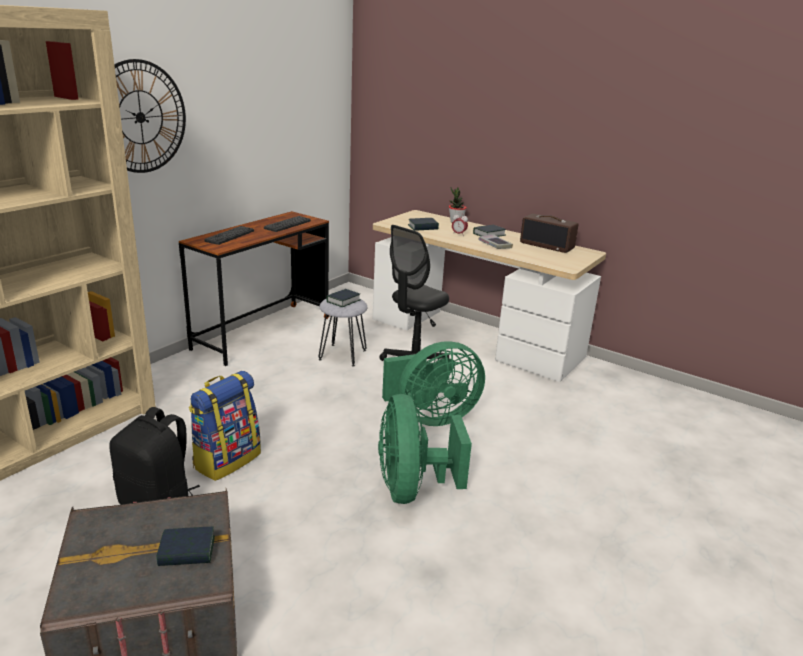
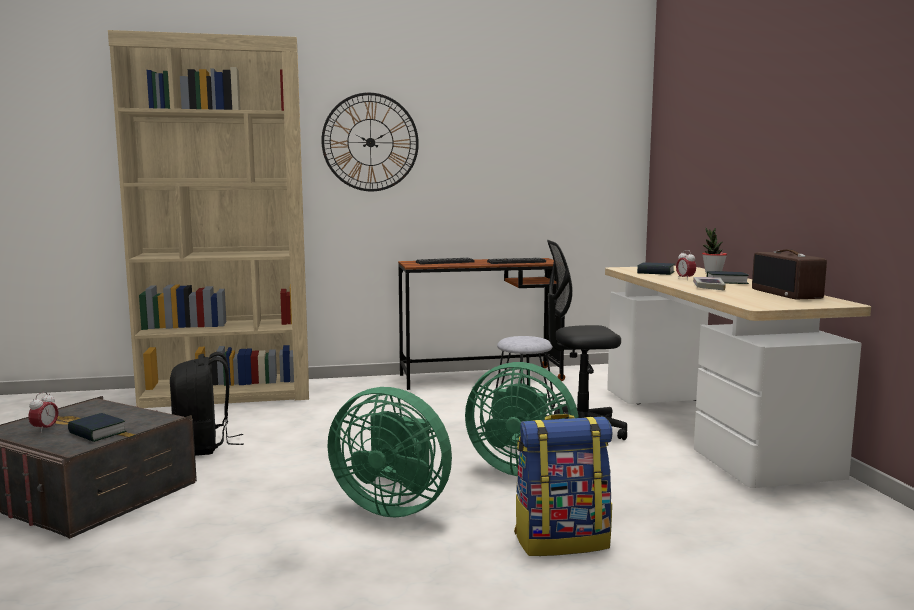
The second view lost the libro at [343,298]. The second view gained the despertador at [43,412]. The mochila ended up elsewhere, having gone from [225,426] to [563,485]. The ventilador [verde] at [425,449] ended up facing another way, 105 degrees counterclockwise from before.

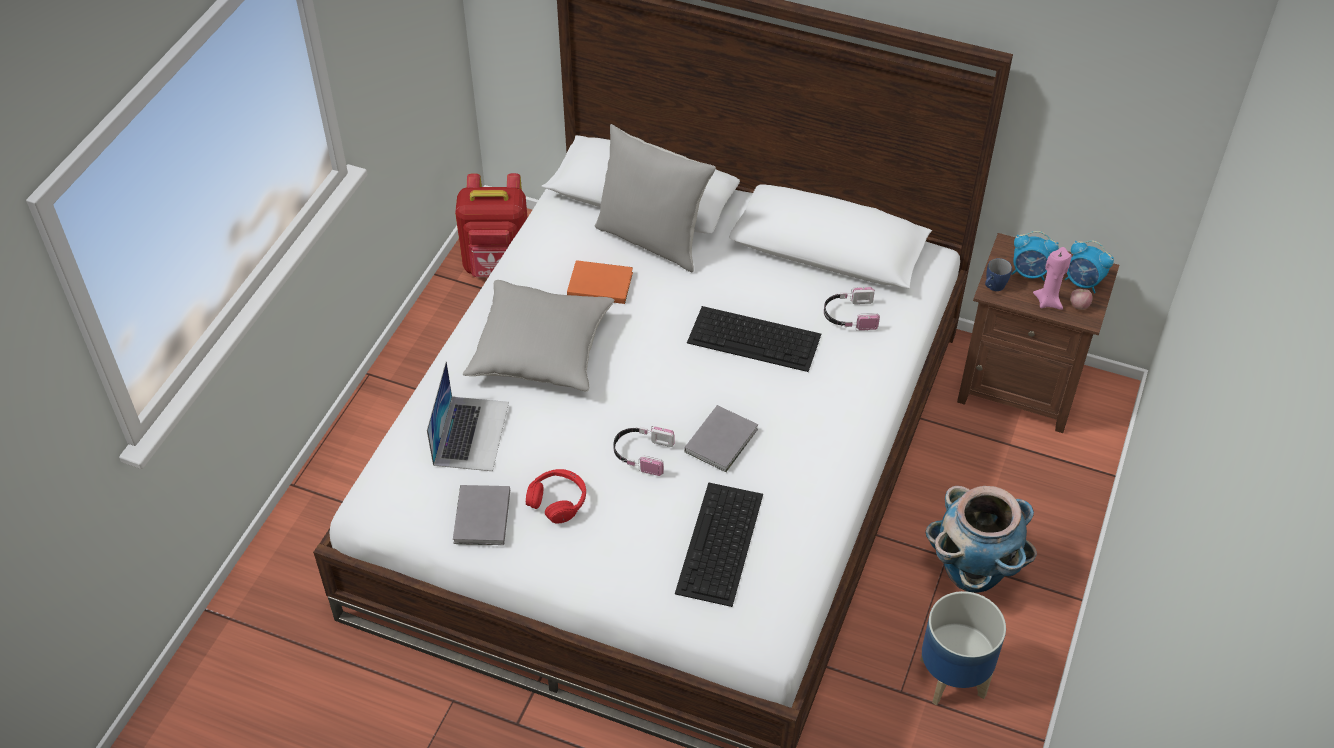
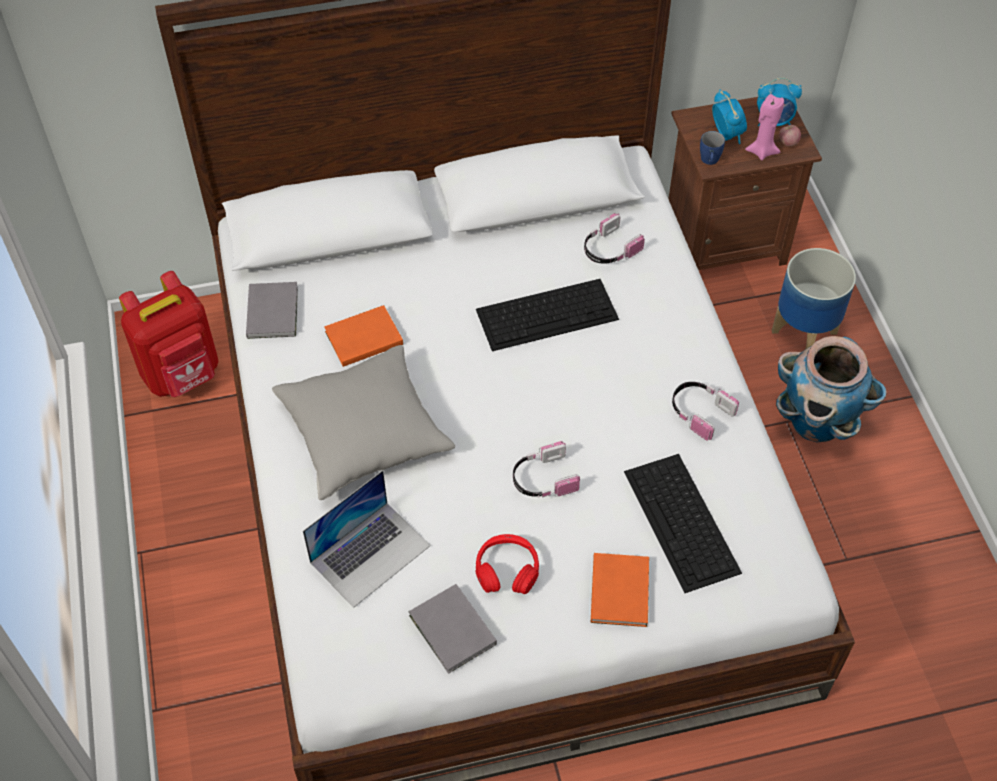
The second view lost the cojín [gris] at [655,198]. The second view gained the libro [naranja] at [620,590]. The second view gained the auriculares at [705,411]. The libro [gris] ended up elsewhere, having gone from [721,438] to [272,310]. The maceta ended up elsewhere, having gone from [963,648] to [814,298]. The portátil at [468,416] ended up facing another way, 75 degrees clockwise from before. The despertador at [1035,256] ended up facing another way, 90 degrees counterclockwise from before.

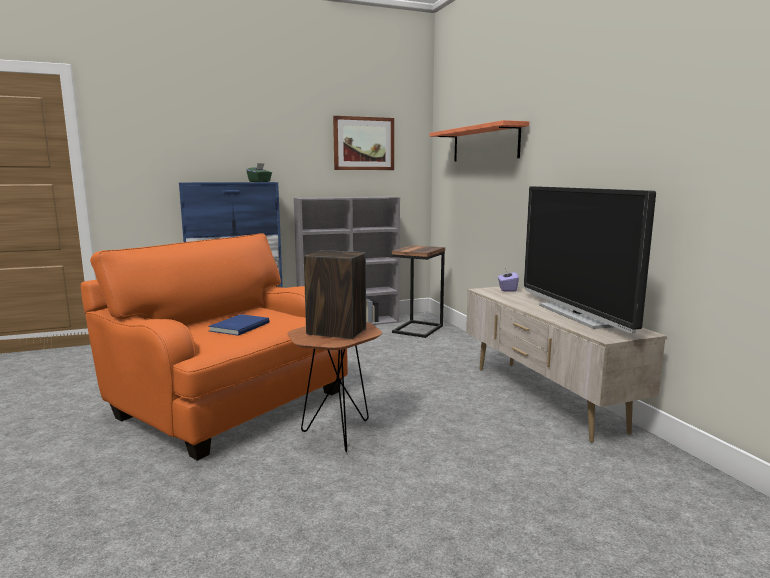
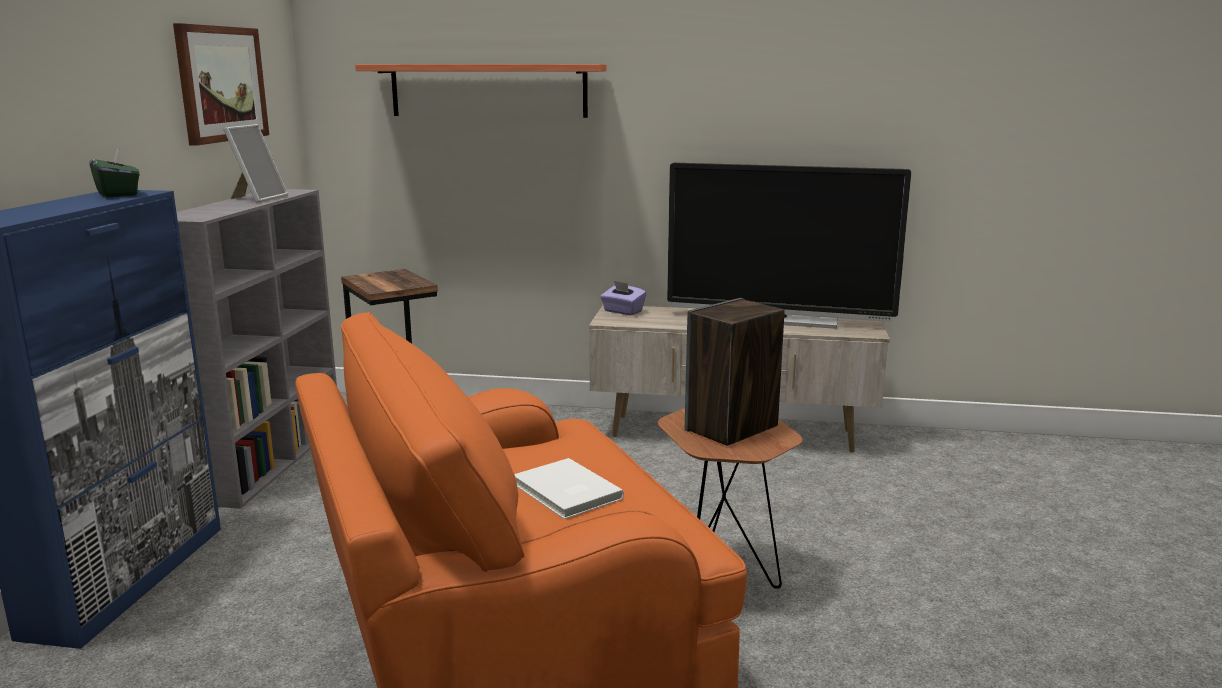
The second view gained the portarretratos at [255,163]. What was the libro [azul] at [239,325] turned into the libro [blanco] at [569,488].

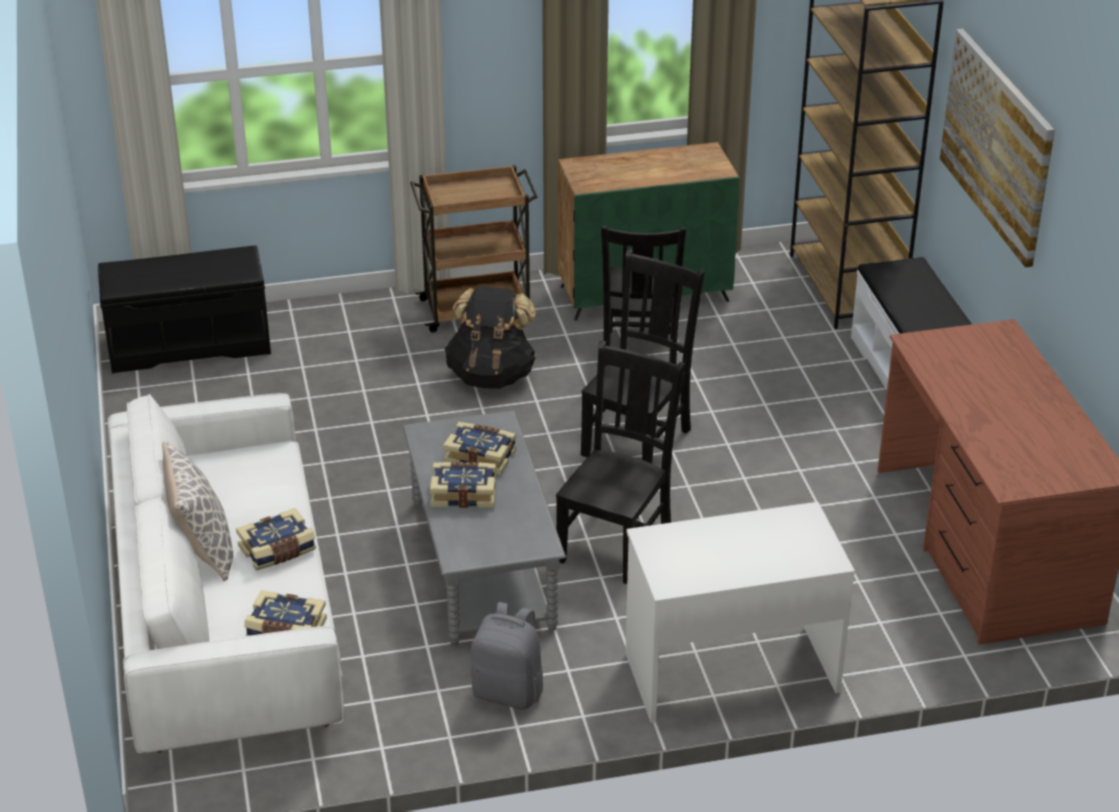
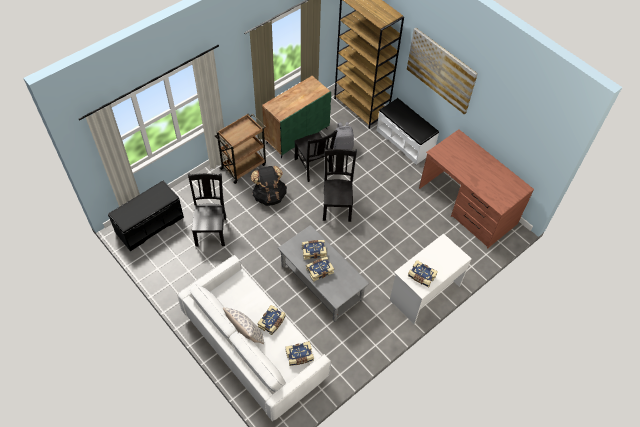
The second view gained the libro at [423,274]. The mochila [gris] ended up elsewhere, having gone from [506,656] to [343,136]. The silla [negro] ended up elsewhere, having gone from [620,462] to [207,210].

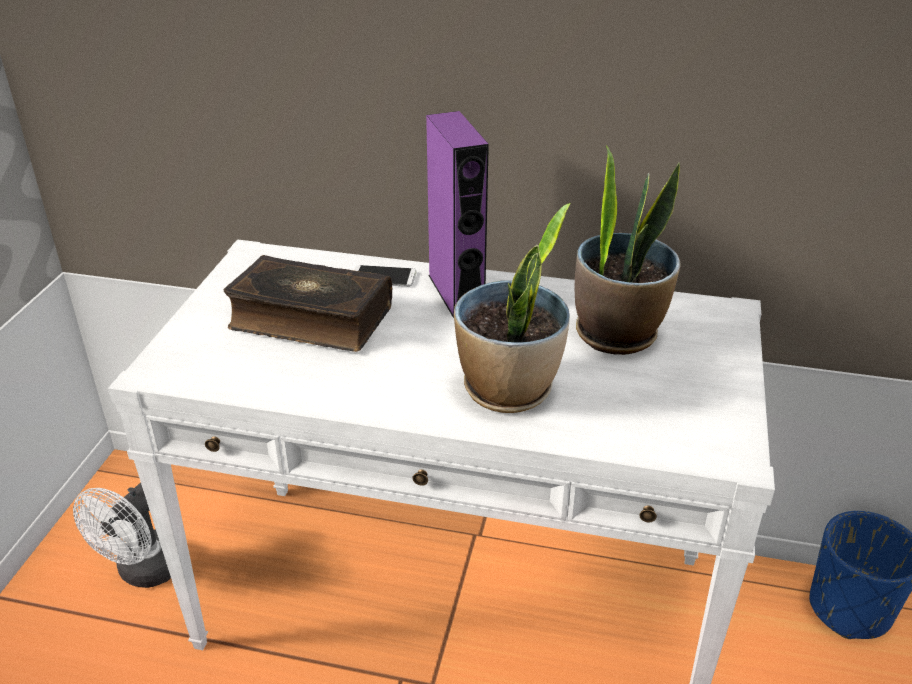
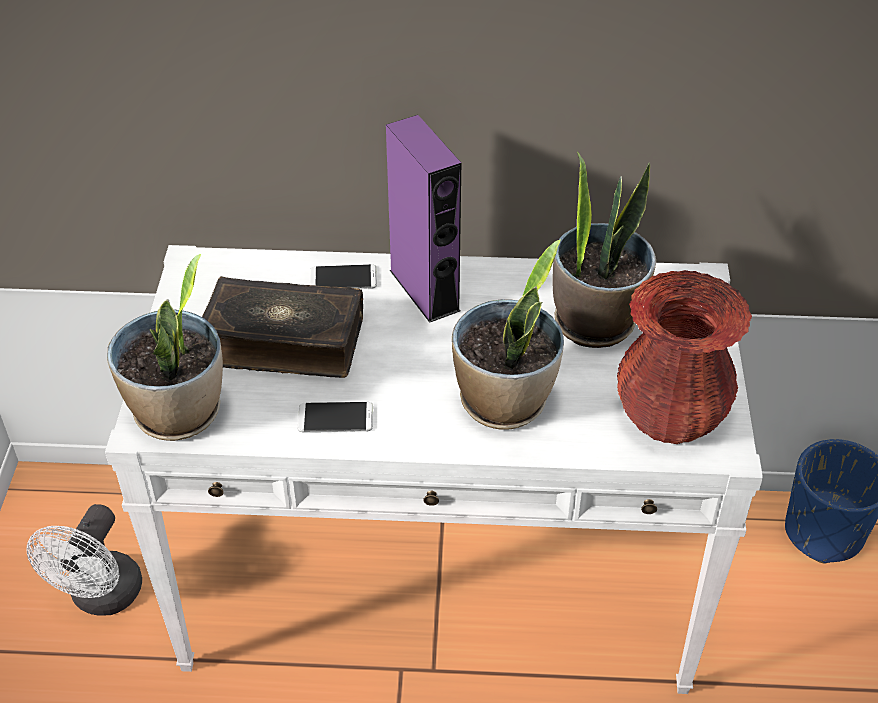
The second view gained the planta en maceta at [165,347]. The second view gained the móvil at [335,417]. The second view gained the florero [rojo] at [684,357].

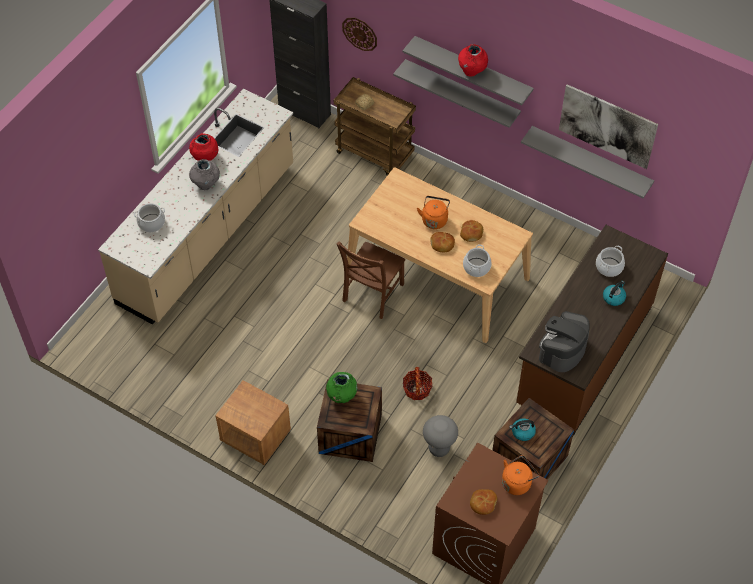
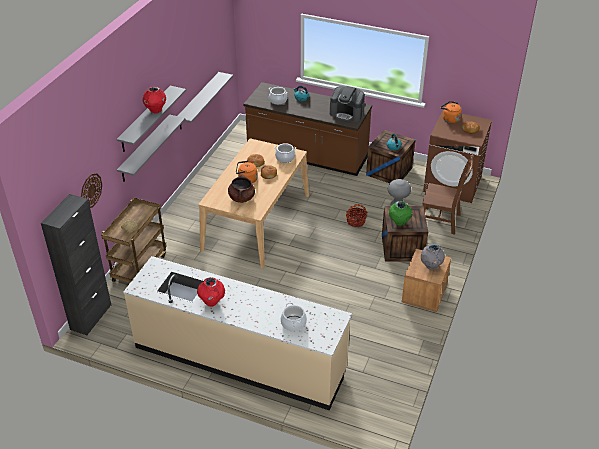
The second view lost the cuadro at [608,126]. The second view gained the olla [marrón] at [241,189]. The florero [gris] ended up elsewhere, having gone from [204,174] to [433,257]. The silla [marrón] ended up elsewhere, having gone from [371,280] to [448,195].

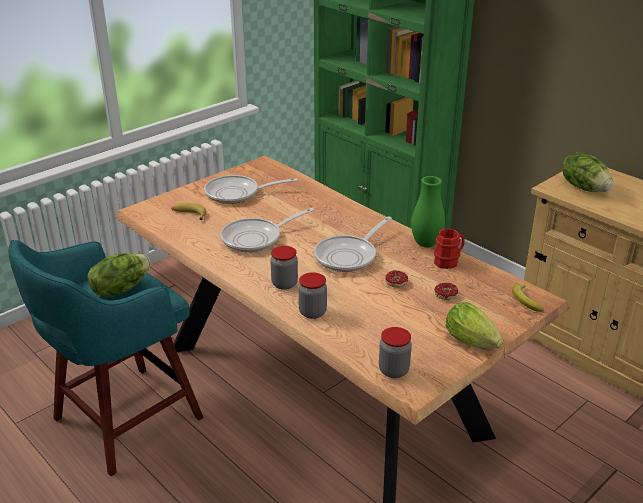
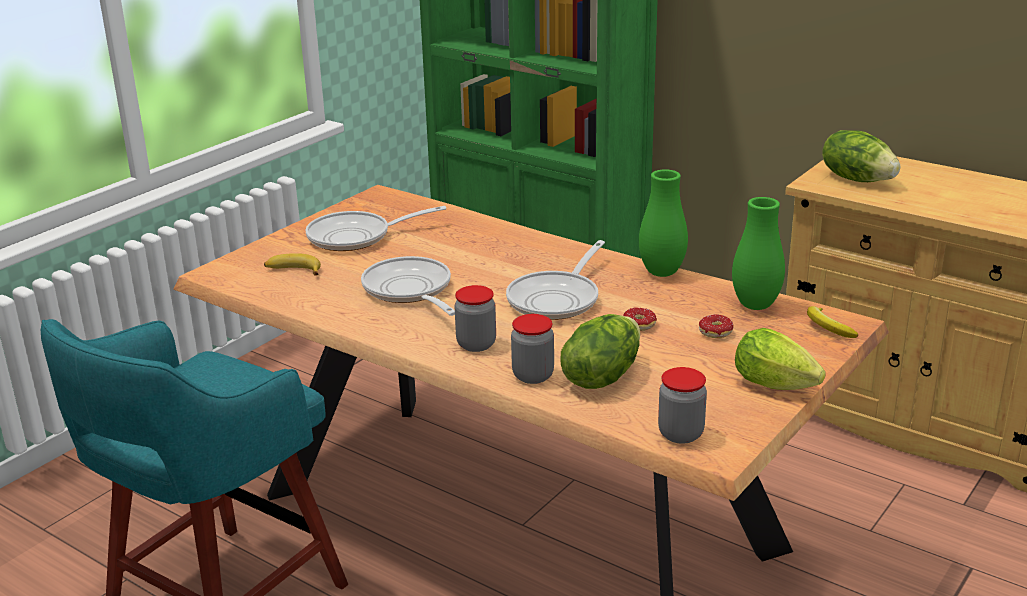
The second view lost the taza grande [rojo] at [449,249]. The second view gained the florero [verde] at [758,253]. The lechuga ended up elsewhere, having gone from [119,275] to [600,351]. The sartén at [267,230] ended up facing another way, 105 degrees clockwise from before.

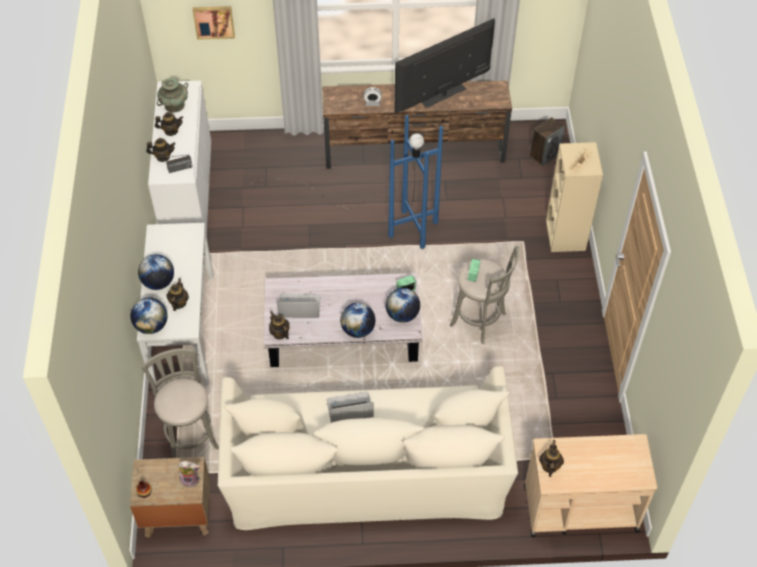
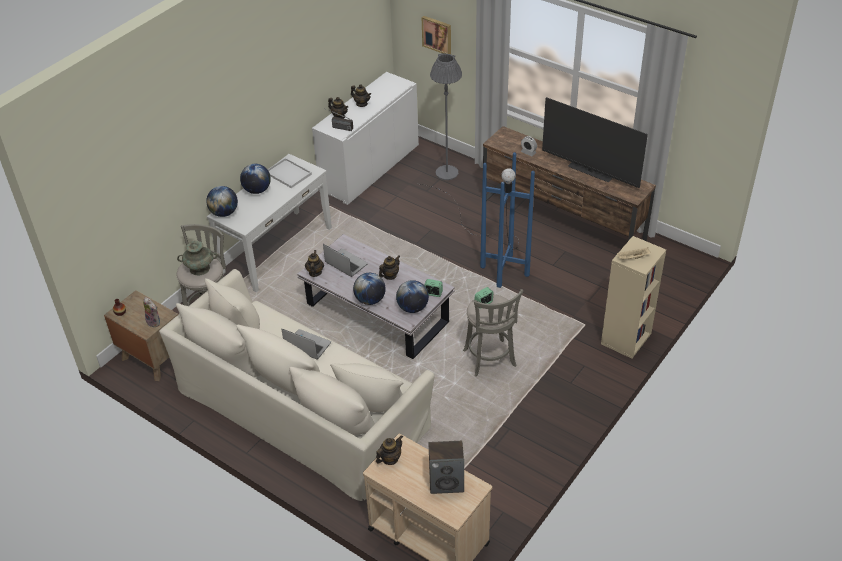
The second view gained the bandeja [blanco] at [289,173]. The second view gained the lámpara de pie [gris] at [446,116]. The florero [turquesa] ended up elsewhere, having gone from [172,95] to [197,258]. The tetera ended up elsewhere, having gone from [178,294] to [389,267]. The altavoz ended up elsewhere, having gone from [547,141] to [446,467]. The televisor at [444,66] ended up facing another way, 150 degrees counterclockwise from before.

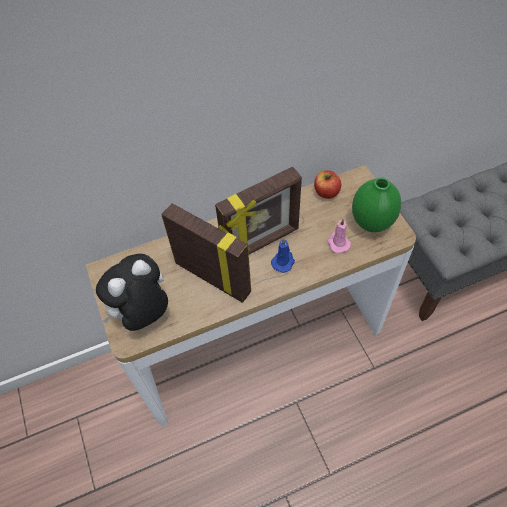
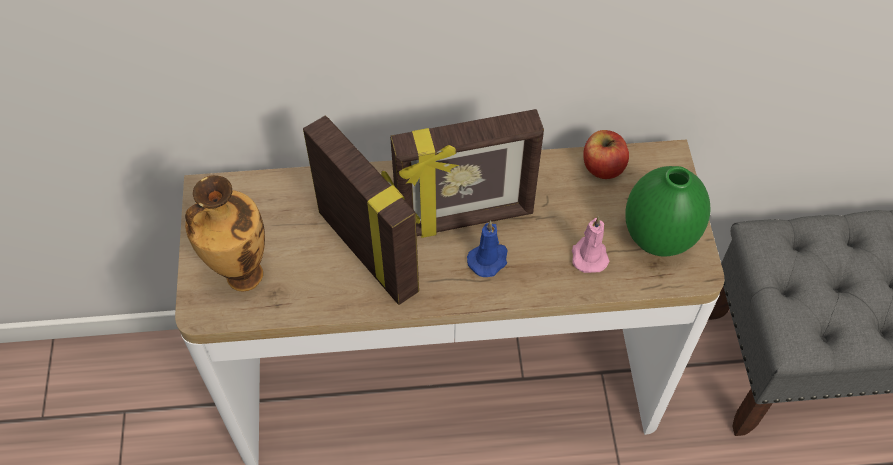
Where the peluche stood at [132,292], the florero came to stand at [225,233].

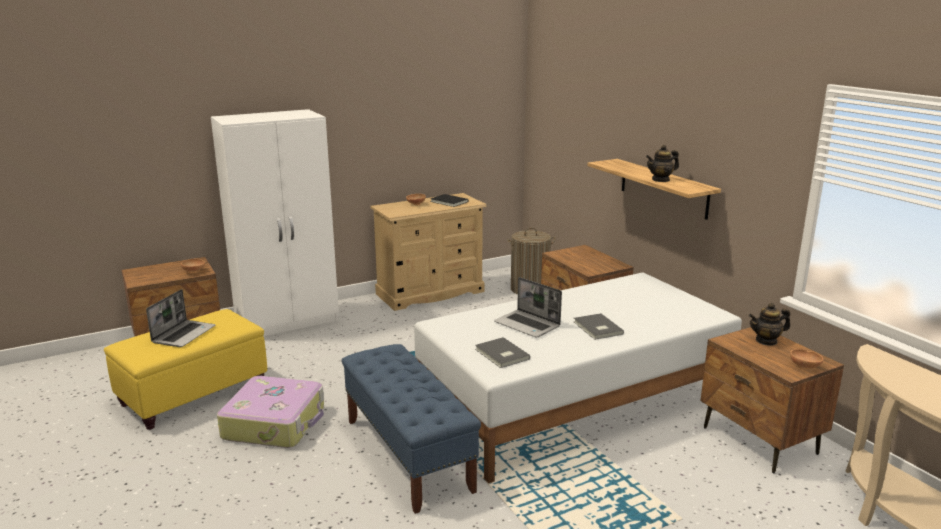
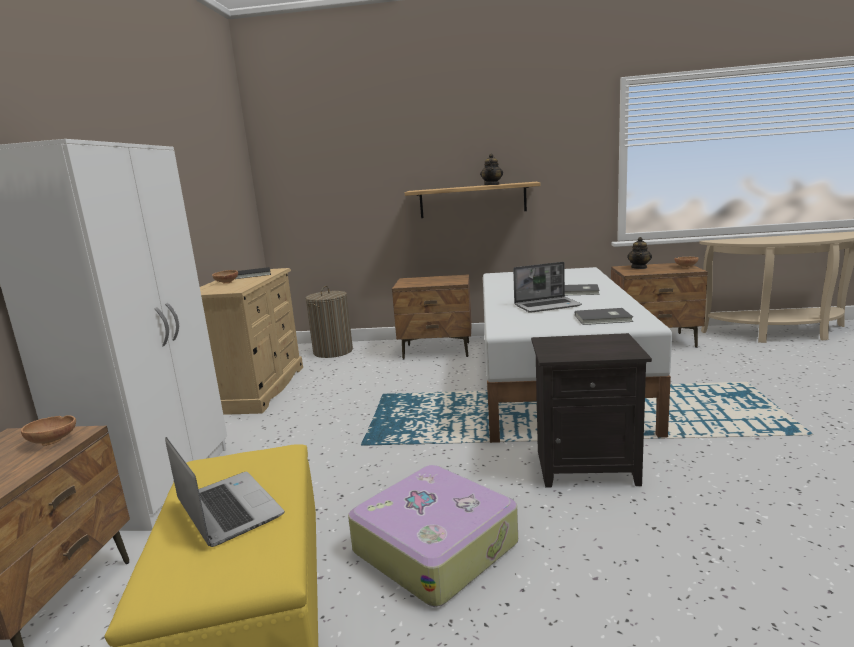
Where the banco [azul] stood at [411,429], the mesita de noche [negro] came to stand at [591,410].

